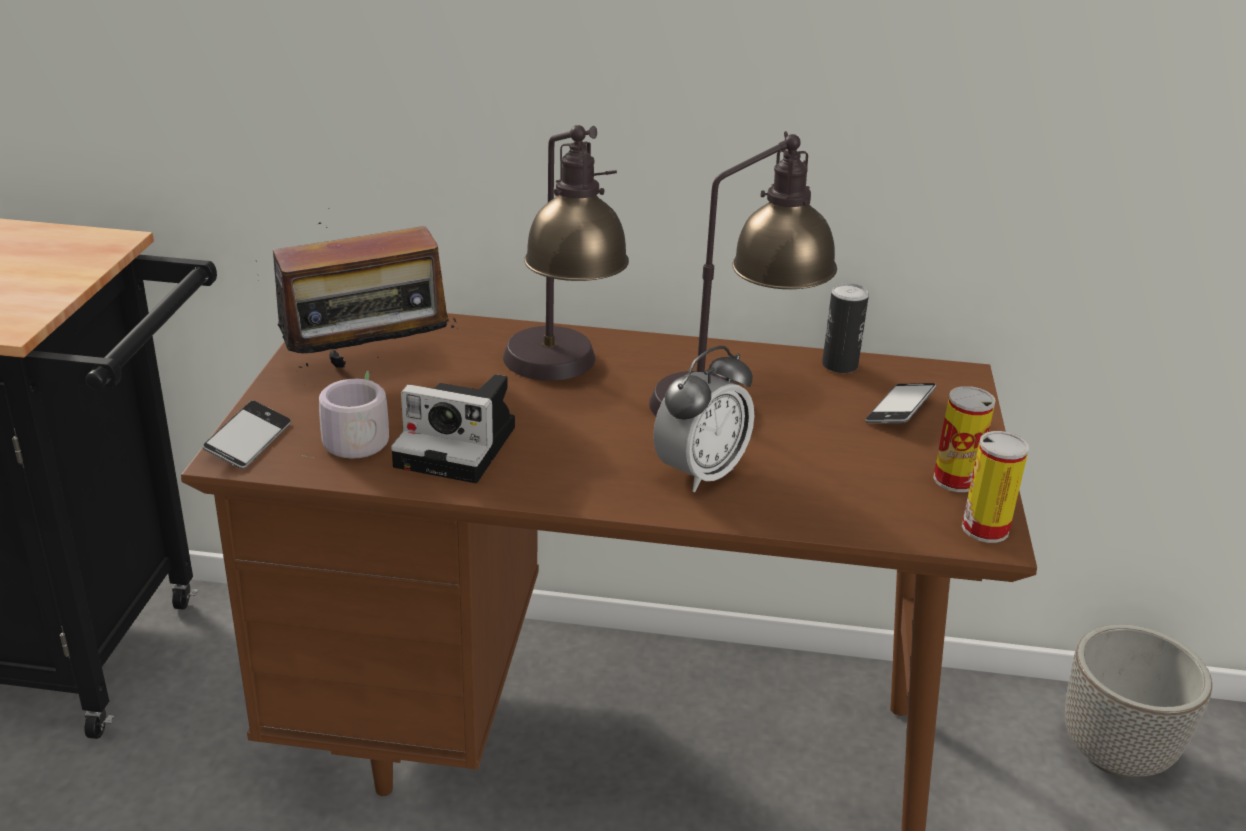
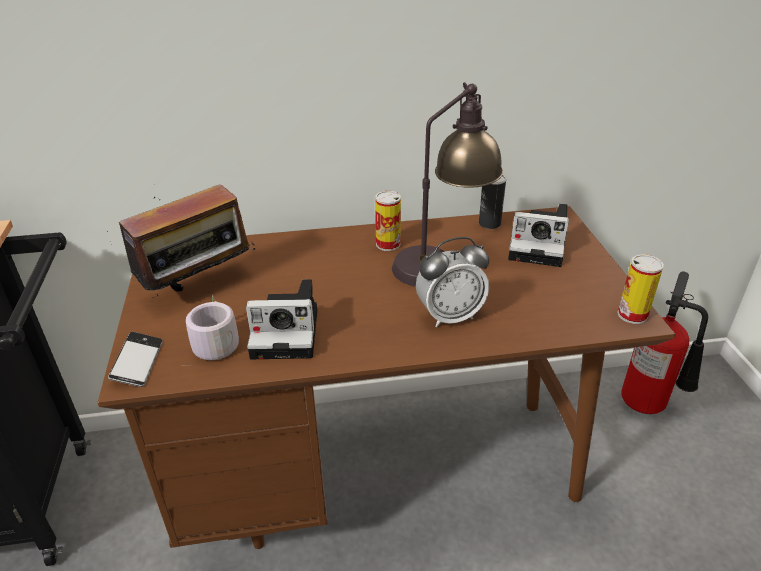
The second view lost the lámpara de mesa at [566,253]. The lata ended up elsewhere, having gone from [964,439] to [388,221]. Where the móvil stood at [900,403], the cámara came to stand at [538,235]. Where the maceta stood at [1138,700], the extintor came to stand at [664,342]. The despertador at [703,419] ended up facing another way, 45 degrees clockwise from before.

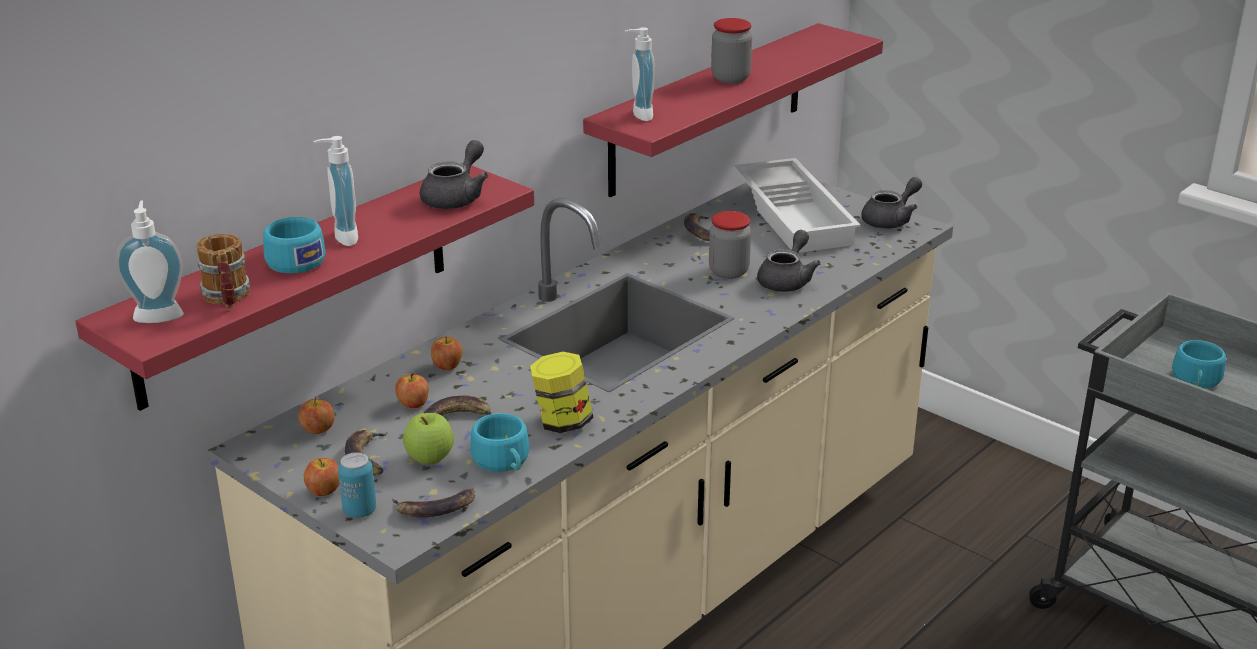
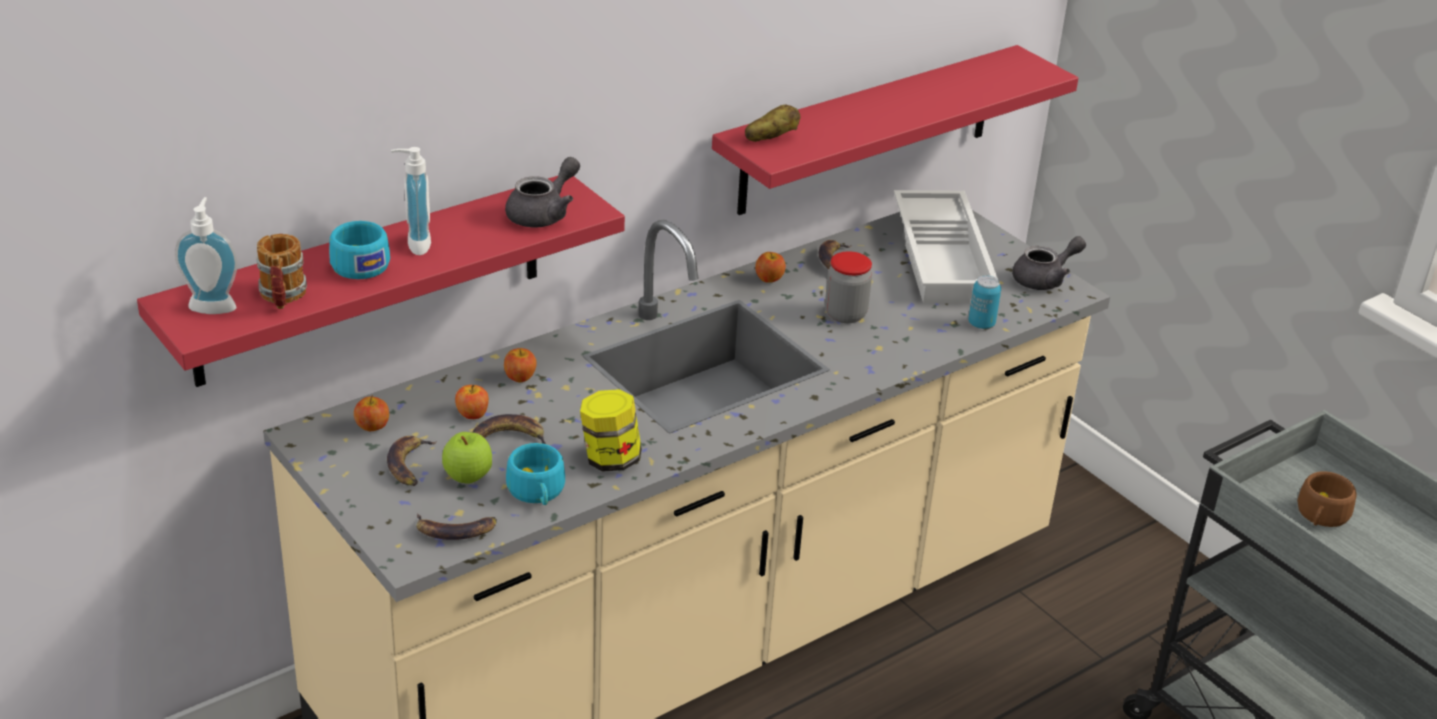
The second view lost the tarro at [731,50]. The second view lost the tetera [gris] at [789,261]. The manzana ended up elsewhere, having gone from [322,477] to [770,267]. The lata ended up elsewhere, having gone from [357,485] to [985,302]. Where the dispensador de jabón stood at [640,74], the patata came to stand at [772,123]. What was the taza [turquesa] at [1199,364] turned into the taza [marrón] at [1327,499].

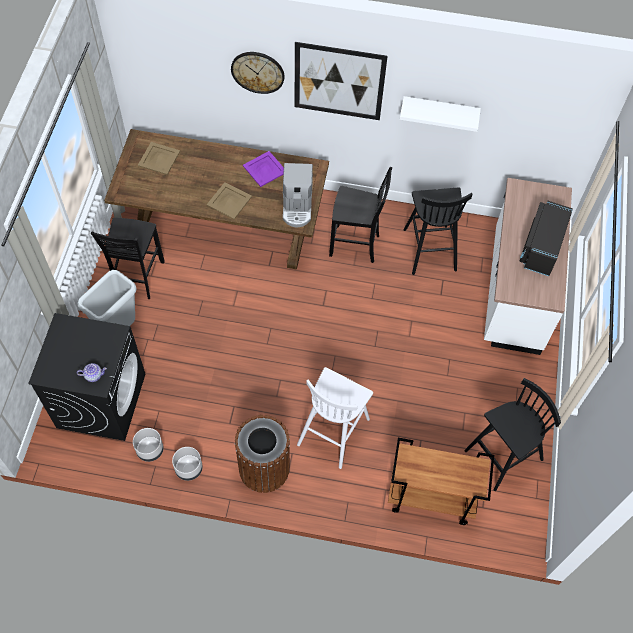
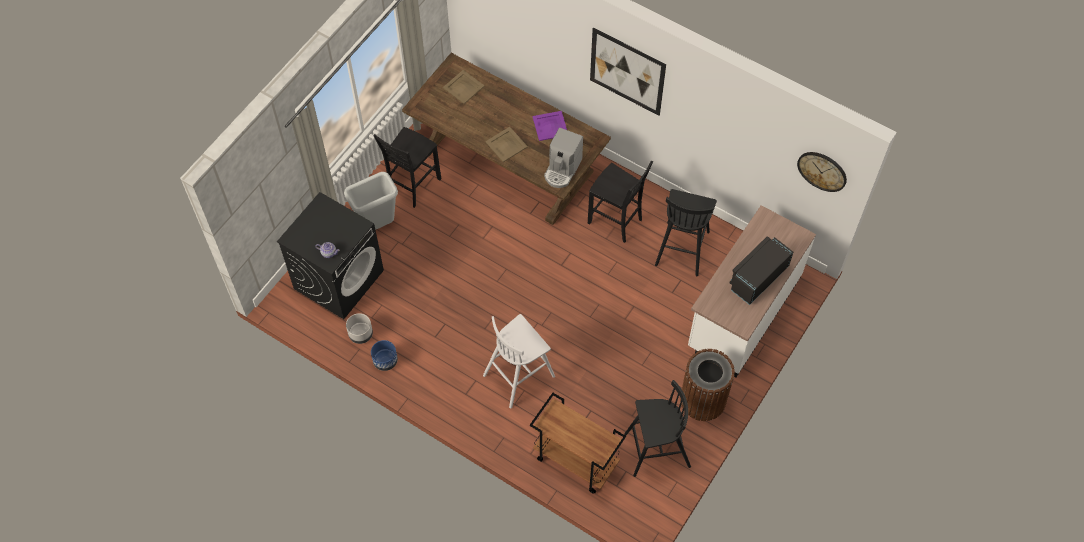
The second view lost the estante [blanco] at [440,114]. The reloj de pared ended up elsewhere, having gone from [257,73] to [822,172]. The papelera [marrón] ended up elsewhere, having gone from [262,454] to [707,385]. What was the maceta [gris] at [187,464] turned into the maceta [azul] at [384,355].

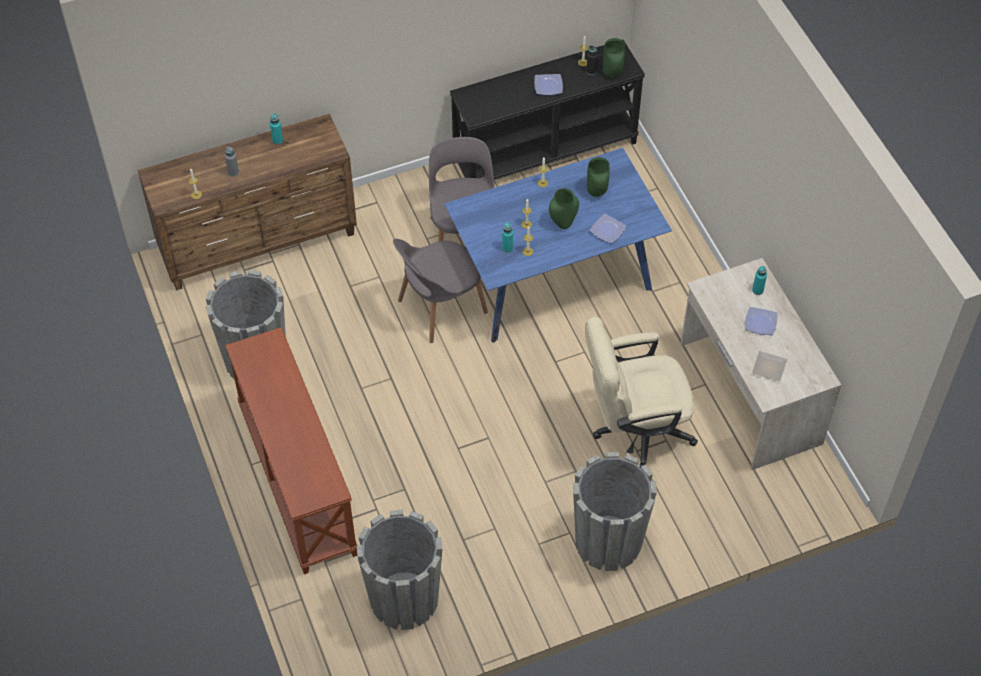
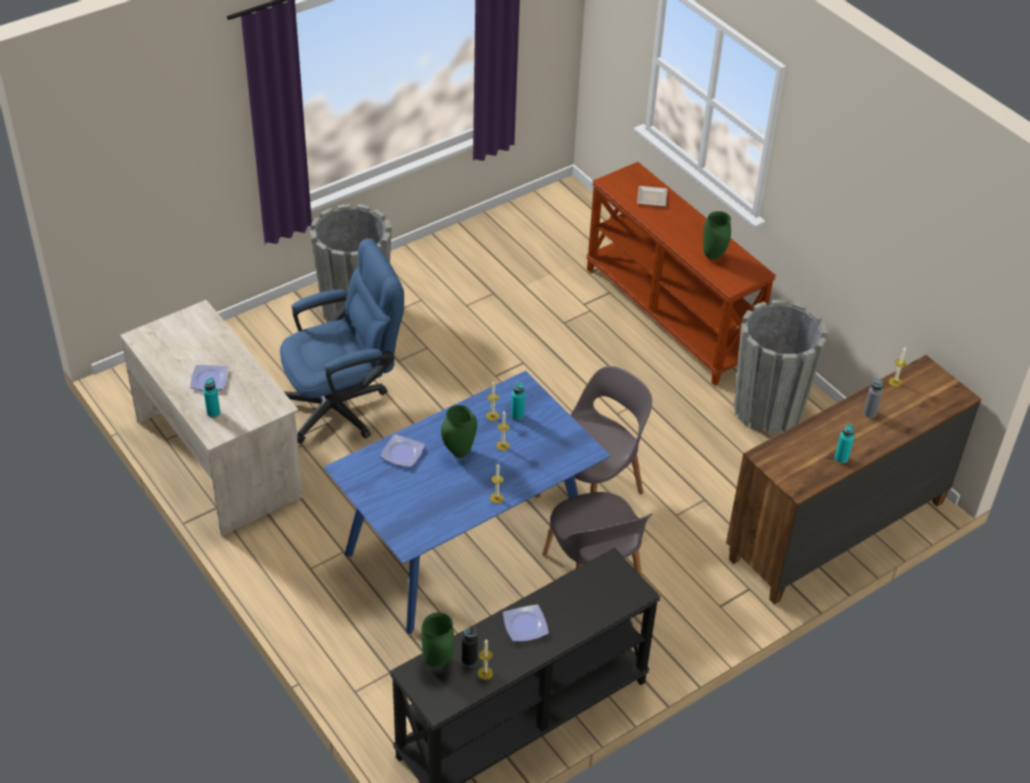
The second view lost the maceta [gris] at [399,570]. The florero [verde] ended up elsewhere, having gone from [598,177] to [717,235]. The plato ended up elsewhere, having gone from [769,366] to [652,196]. What was the silla de oficina [beis] at [641,392] turned into the silla de oficina [azul] at [342,341].

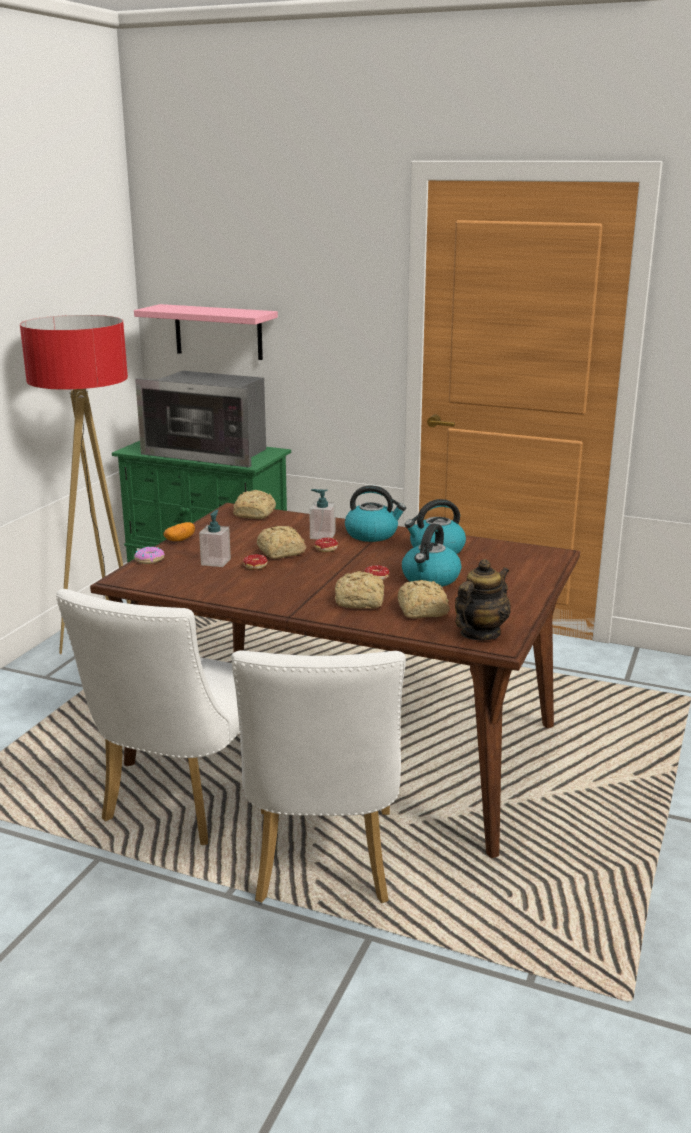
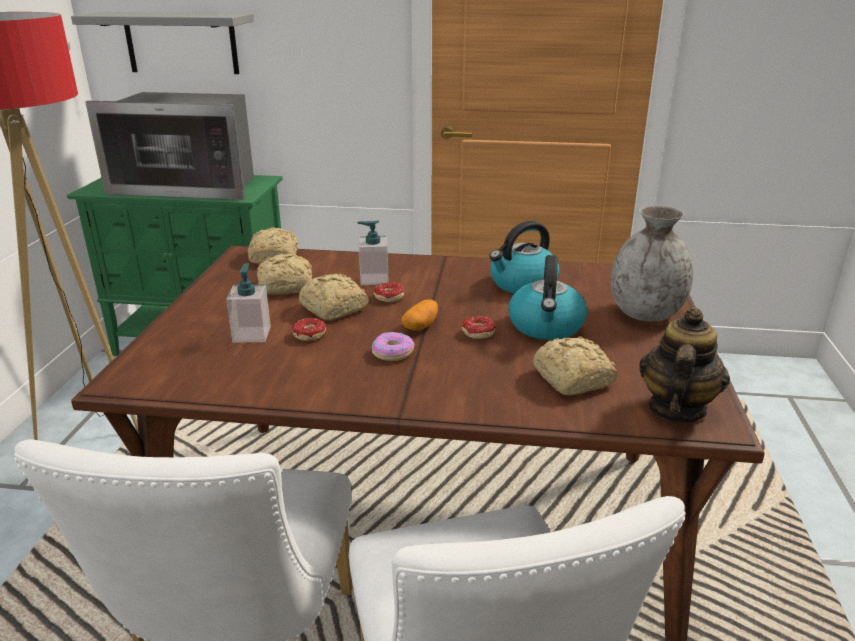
The second view lost the hervidor at [375,513]. The second view gained the florero [gris] at [652,263]. The rosquilla ended up elsewhere, having gone from [149,555] to [393,346]. The patata ended up elsewhere, having gone from [179,531] to [419,314]. The pan ended up elsewhere, having gone from [359,590] to [285,274]. What was the estante [rosa] at [206,332] turned into the estante [gris] at [162,43].

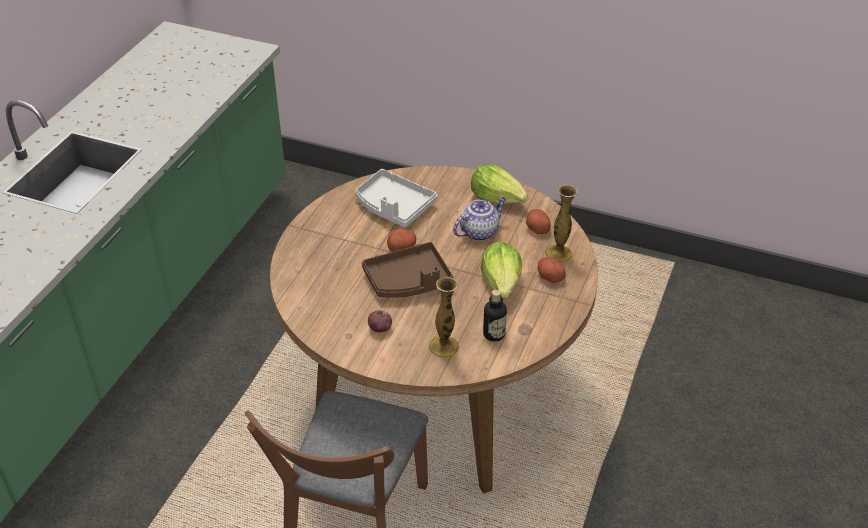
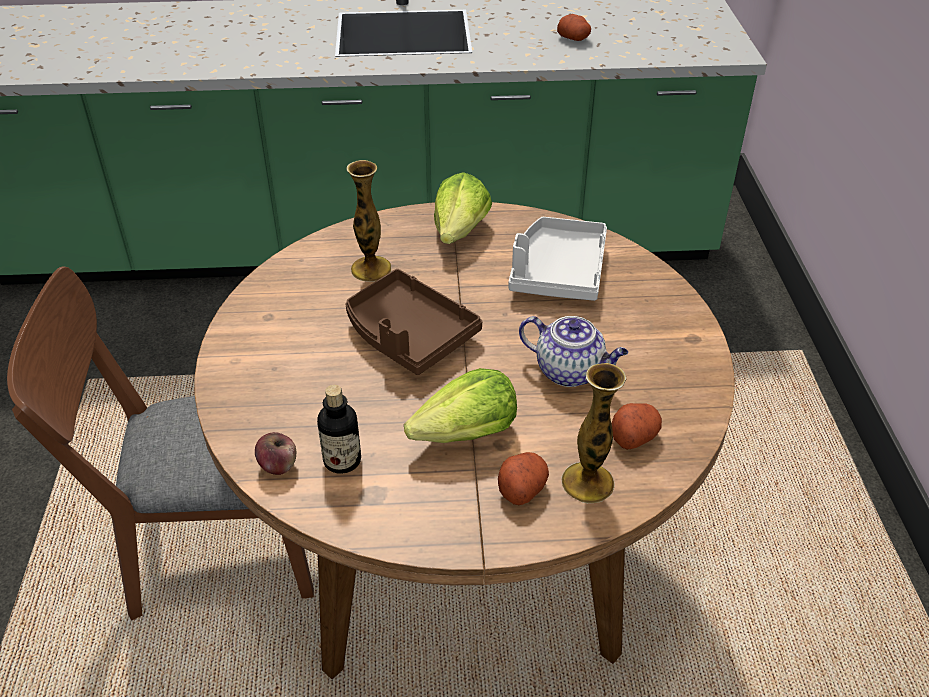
The manzana ended up elsewhere, having gone from [380,321] to [275,453]. The patata ended up elsewhere, having gone from [401,240] to [574,27]. The florero ended up elsewhere, having gone from [443,317] to [369,221]. The lechuga ended up elsewhere, having gone from [499,184] to [463,208].

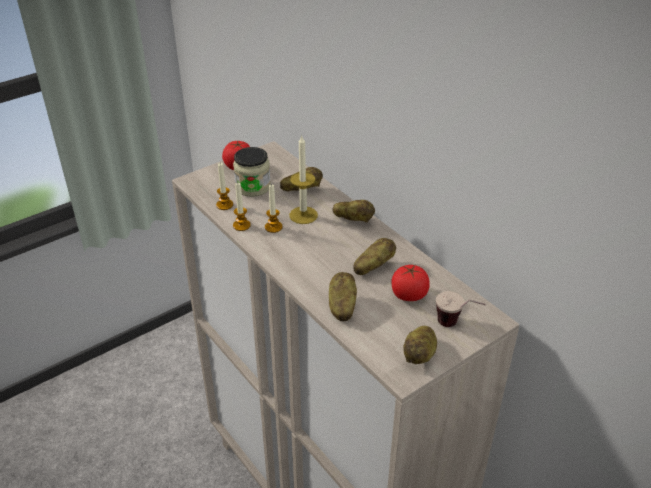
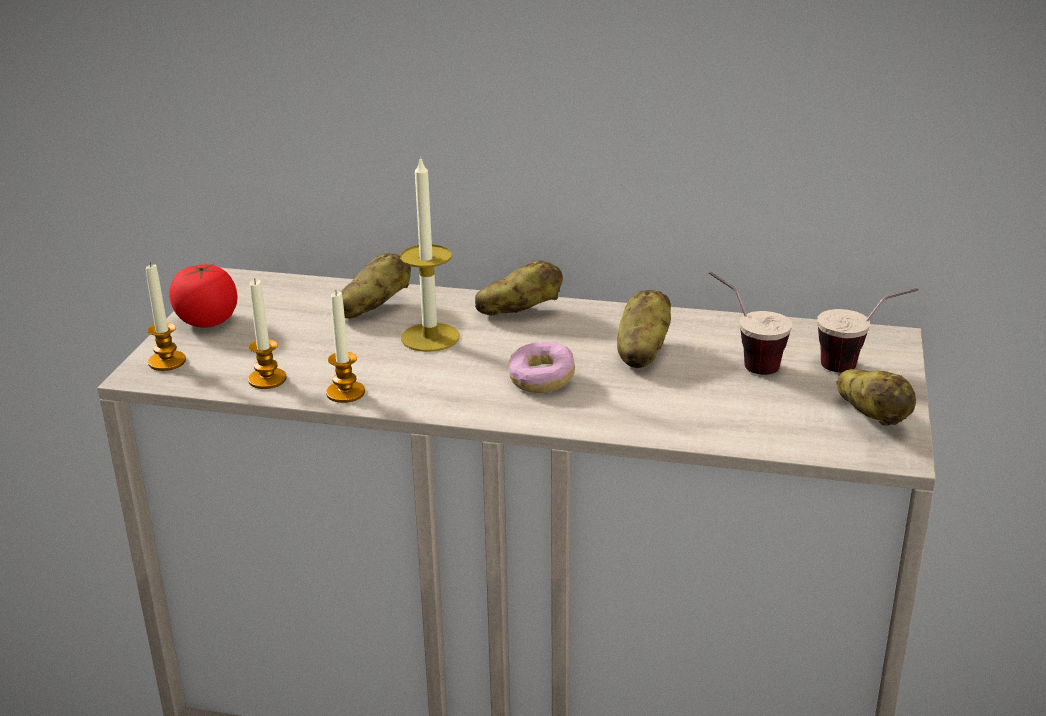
The second view lost the tarro at [252,172]. The second view lost the patata at [343,296]. The second view gained the rosquilla at [541,367]. The vela ended up elsewhere, having gone from [274,209] to [166,316]. Where the tomate stood at [410,282], the taza came to stand at [750,323].

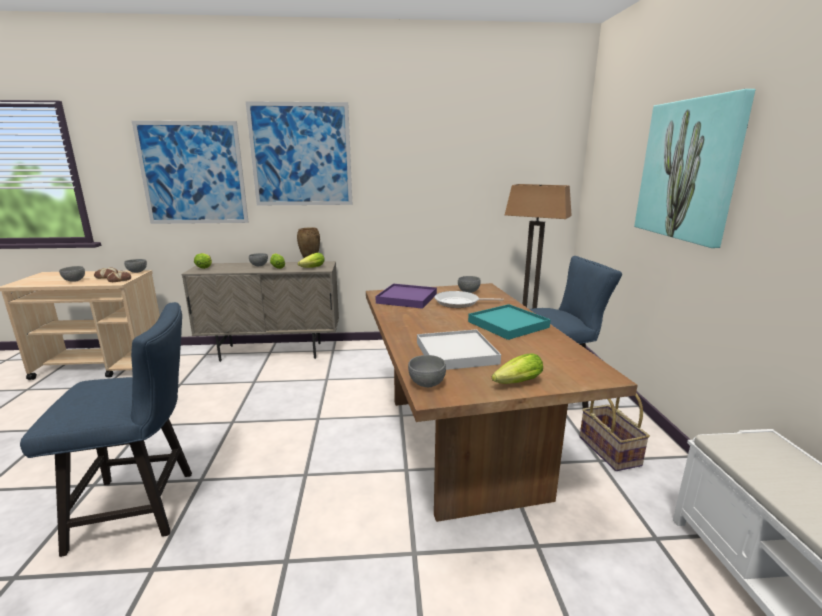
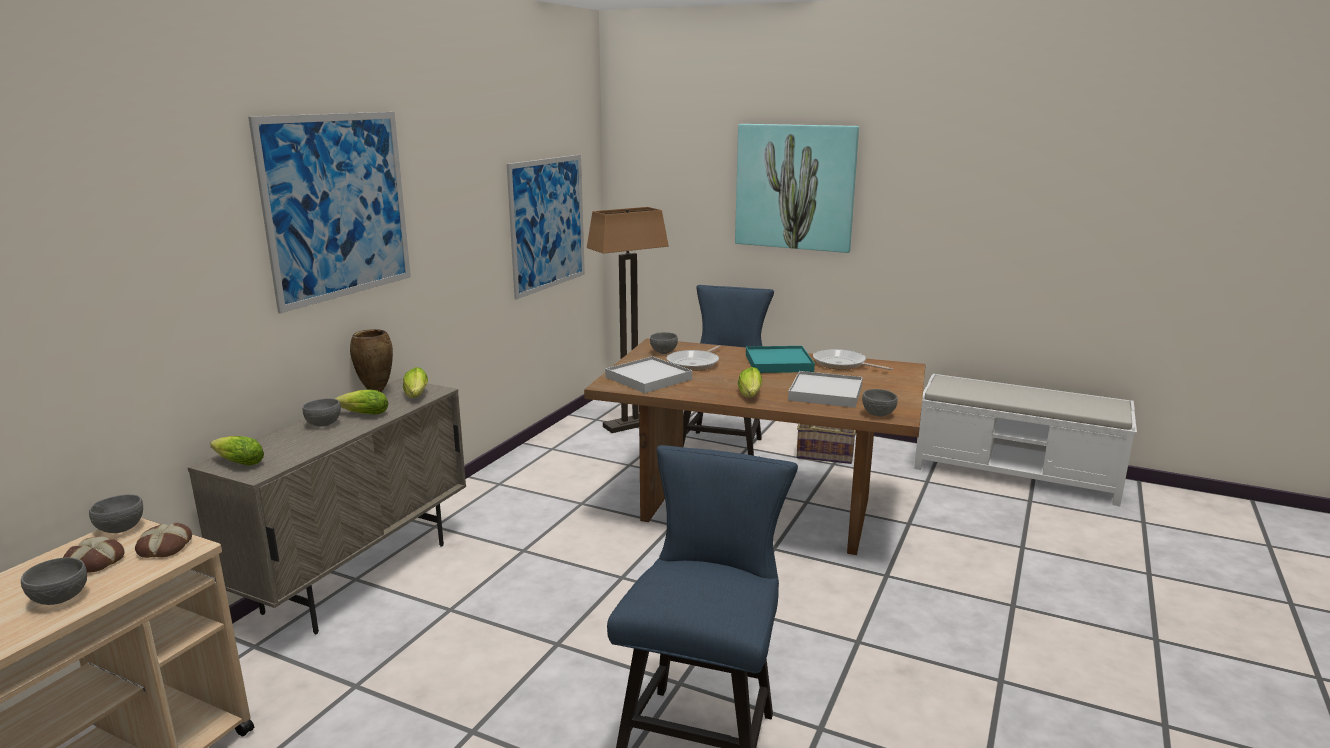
The second view gained the sartén at [853,359]. The cuadro ended up elsewhere, having gone from [190,172] to [546,227]. The lechuga ended up elsewhere, having gone from [517,368] to [750,382]. What was the bandeja [morado] at [406,296] turned into the bandeja [blanco] at [648,374].

